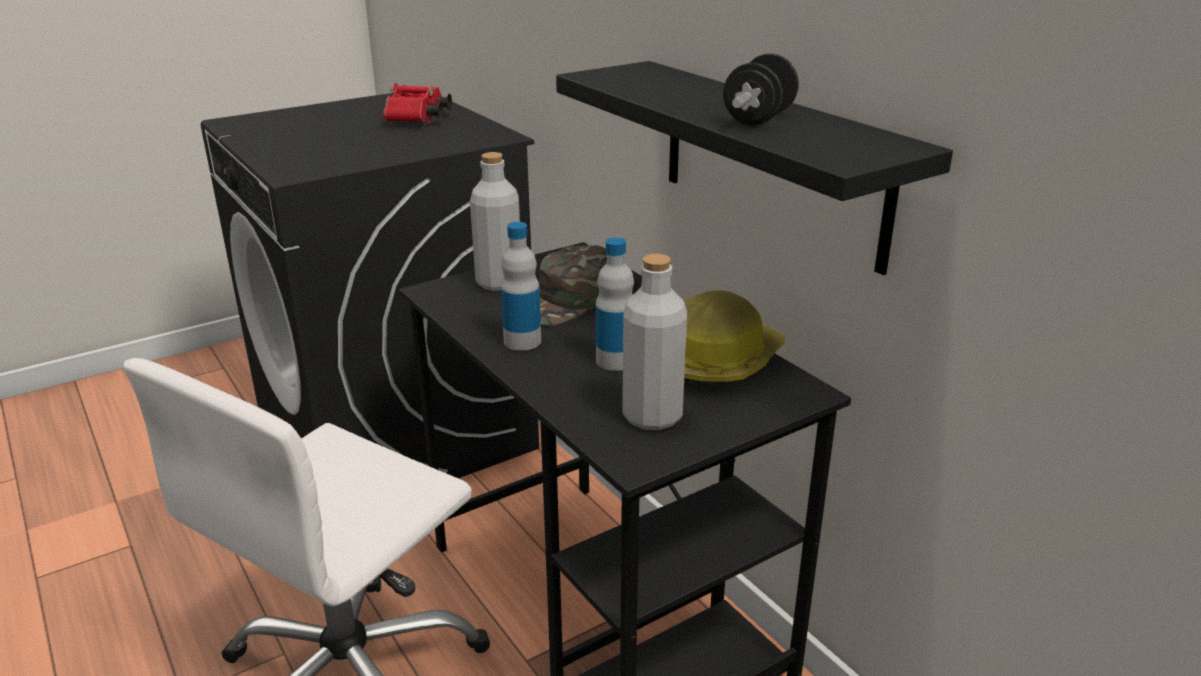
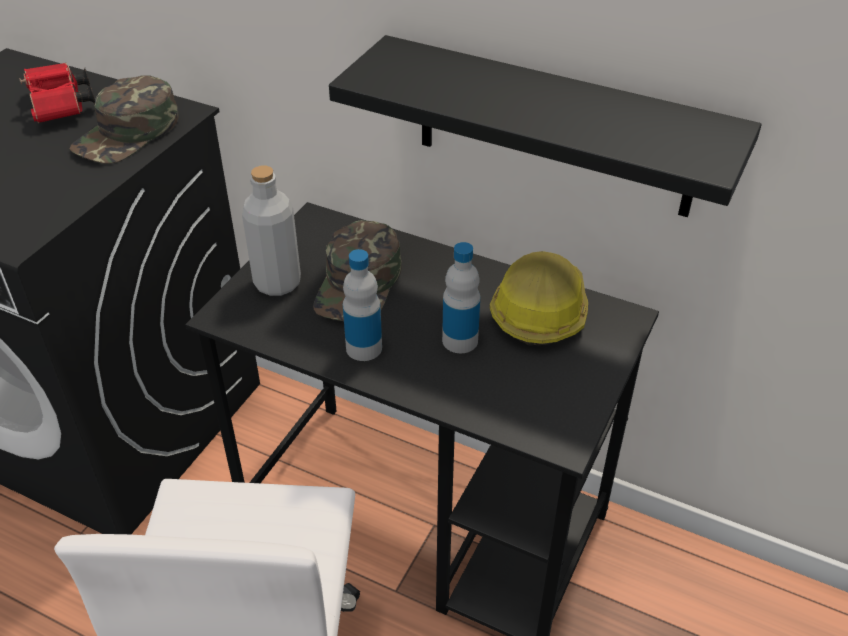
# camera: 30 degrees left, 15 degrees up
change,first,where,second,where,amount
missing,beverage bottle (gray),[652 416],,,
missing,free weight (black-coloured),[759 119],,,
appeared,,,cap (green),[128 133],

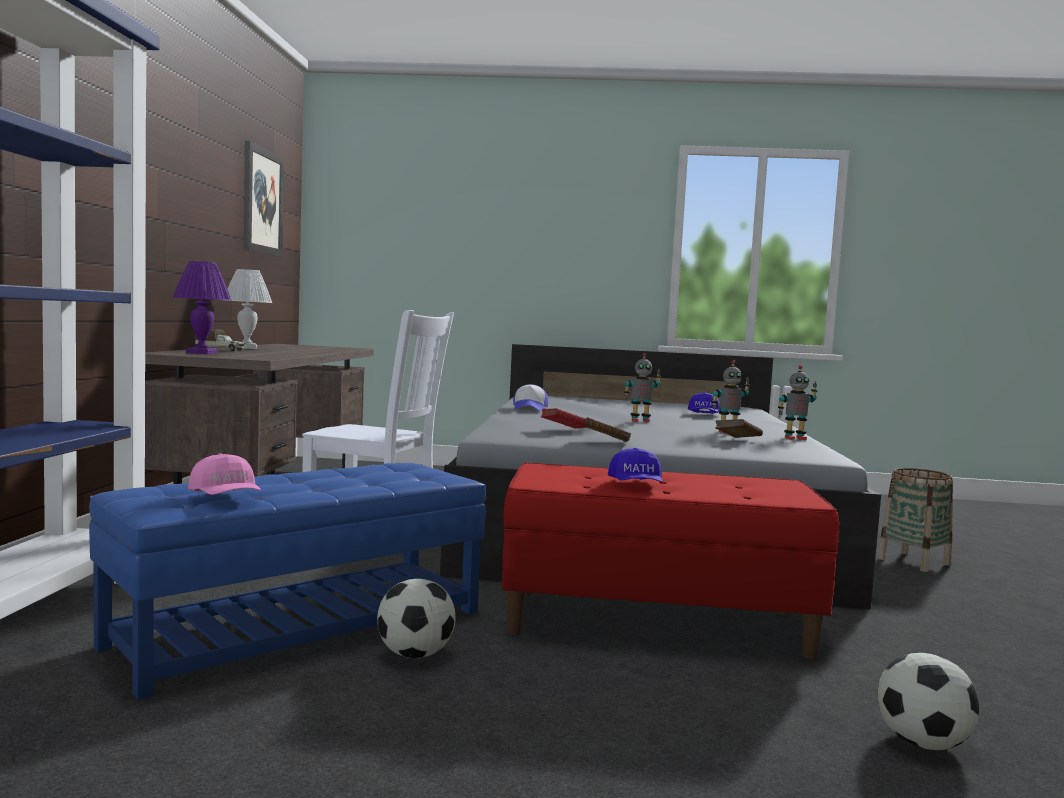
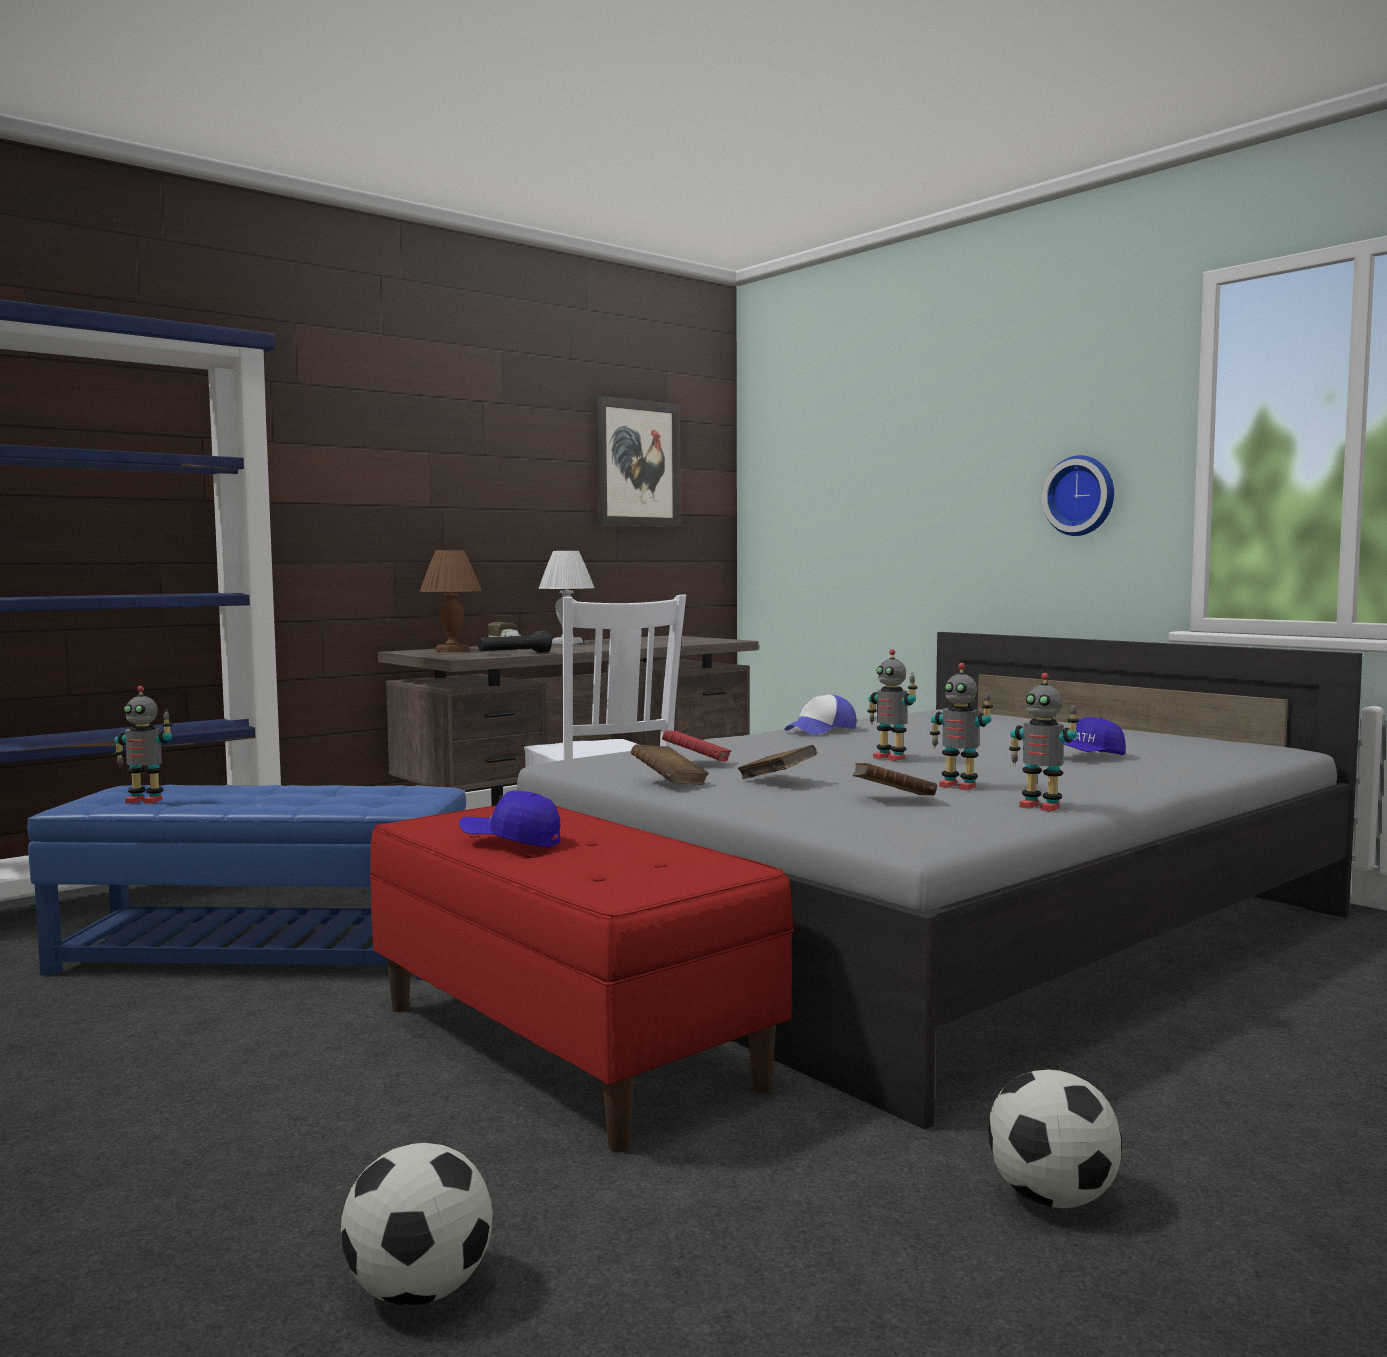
# camera: 45 degrees right, 0 degrees up
change,first,where,second,where,amount
missing,household basket,[914 562],,,
appeared,,,torch (black-coloured),[514 653],
appeared,,,bound book (brownish),[776 780],
appeared,,,clock on the wall,[1081 496],
relocated,ball for football,[415 654],,[1052 1197],
exchanged,cap (pink),[225 497],toy robot,[145 800],
colour,table lamp (purple-coloured),[202 353],table lamp (brownish),[452 651],
spun,cap (bluish),[636 485],,[511 842],60 degrees clockwise

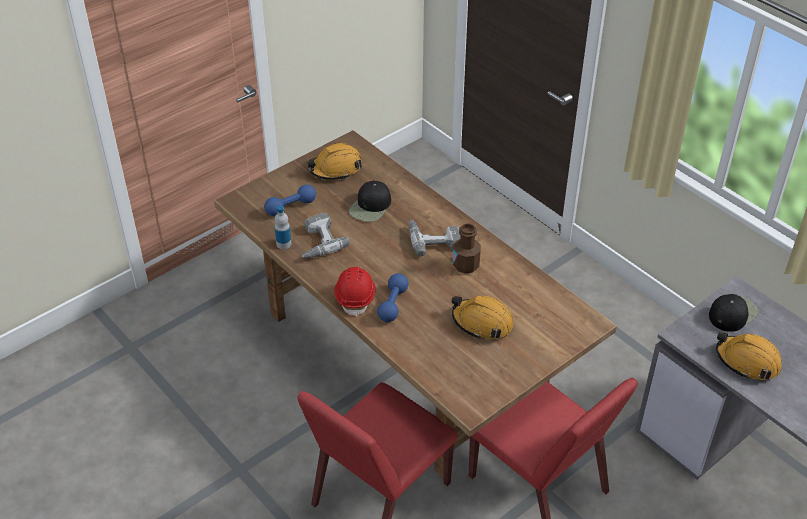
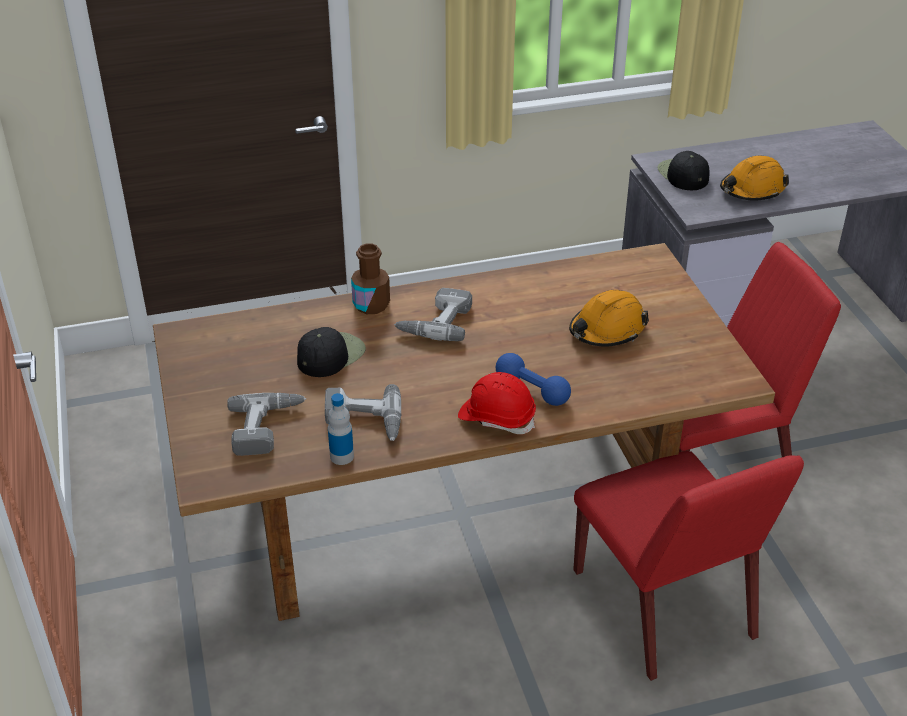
# camera: 65 degrees left, 5 degrees down
change,first,where,second,where,amount
missing,hard hat (orange),[335 168],,,
relocated,beverage bottle (brownish),[466 265],,[371 305],
exchanged,free weight (bluish),[291 207],drill,[267 428],
spun,cap (black-coloured),[370 207],,[330 355],105 degrees counterclockwise

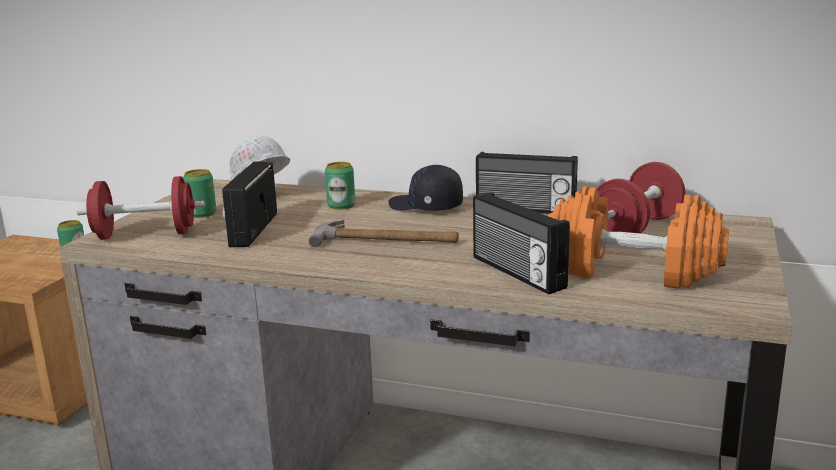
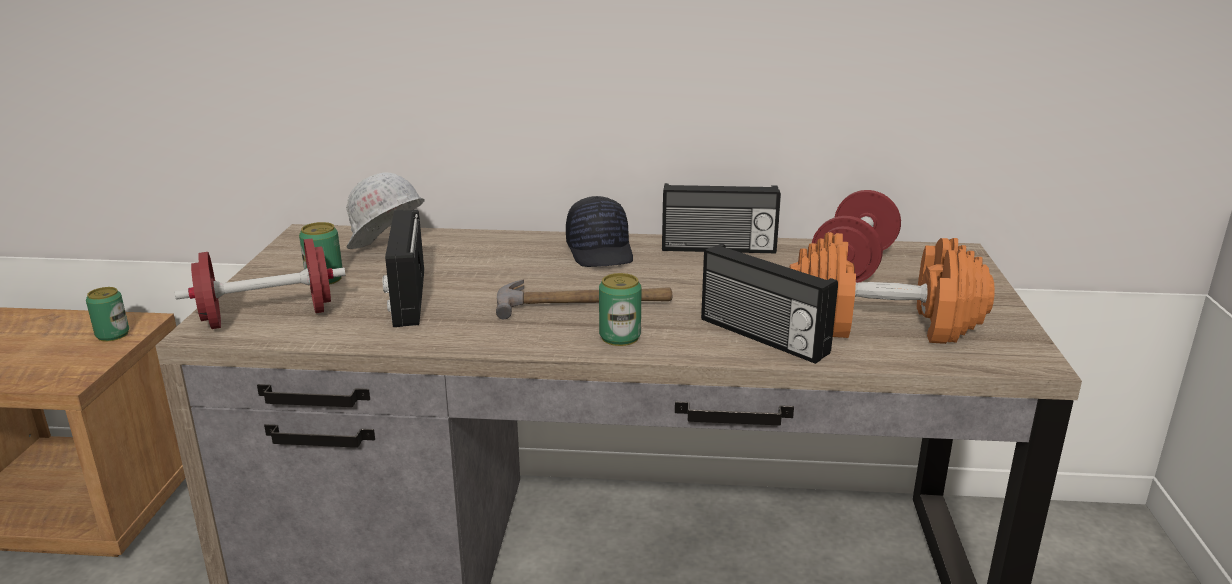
# camera: 15 degrees left, 5 degrees up
change,first,where,second,where,amount
relocated,can,[341 205],,[620 337],
spun,cap (black-coloured),[425 207],,[601 251],120 degrees counterclockwise

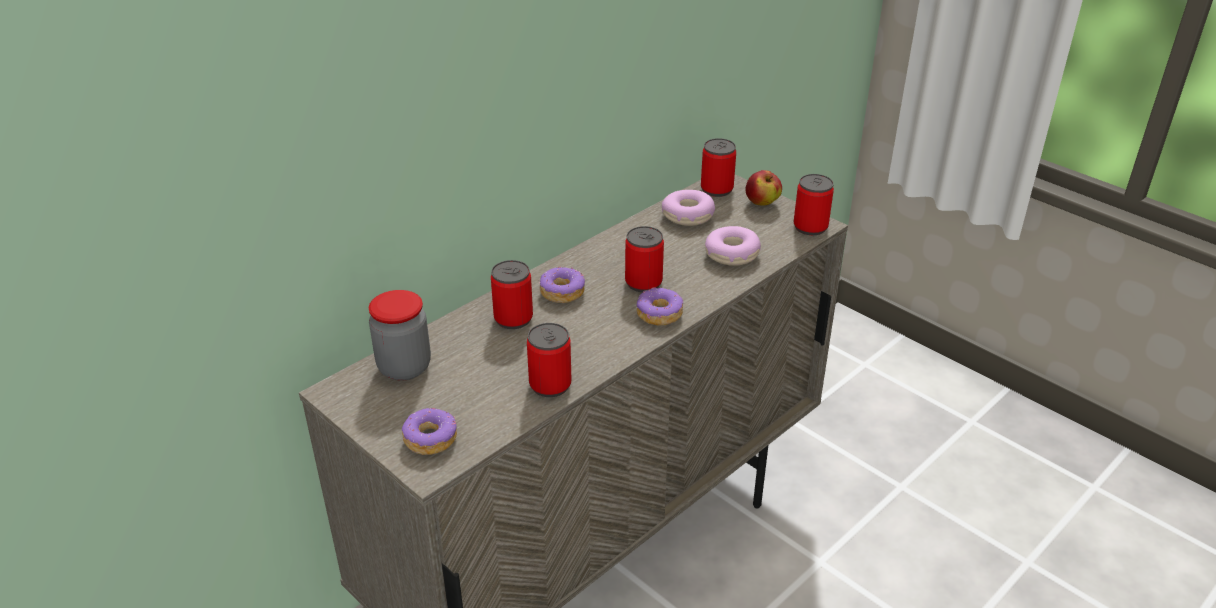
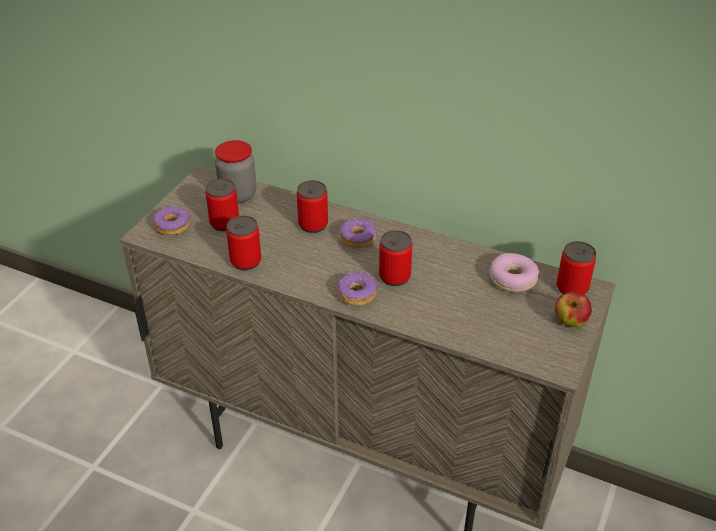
# camera: 70 degrees right, 5 degrees up
change,first,where,second,where,amount
missing,doughnut,[732 254],,,
relocated,can,[810 227],,[224 223],

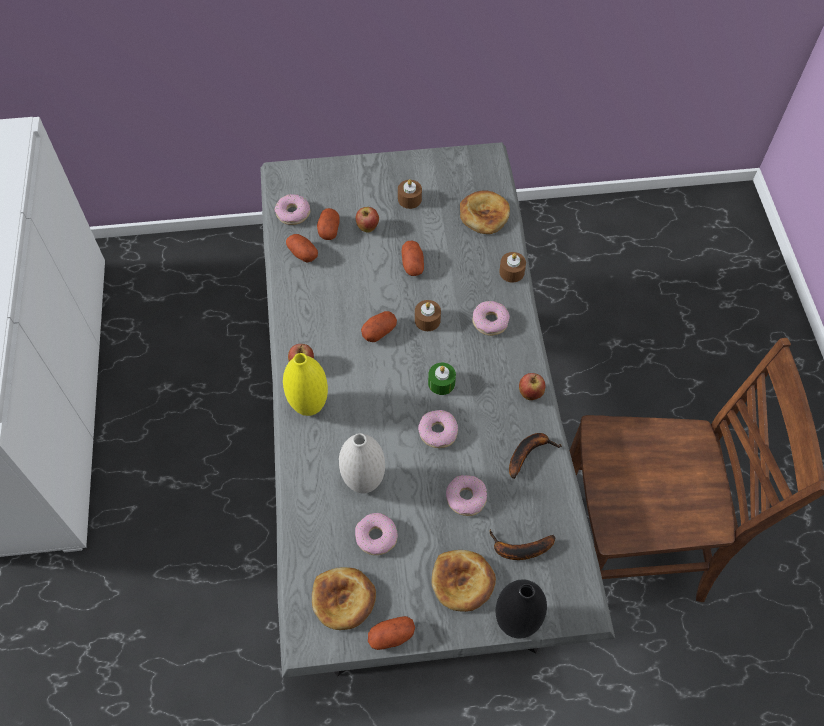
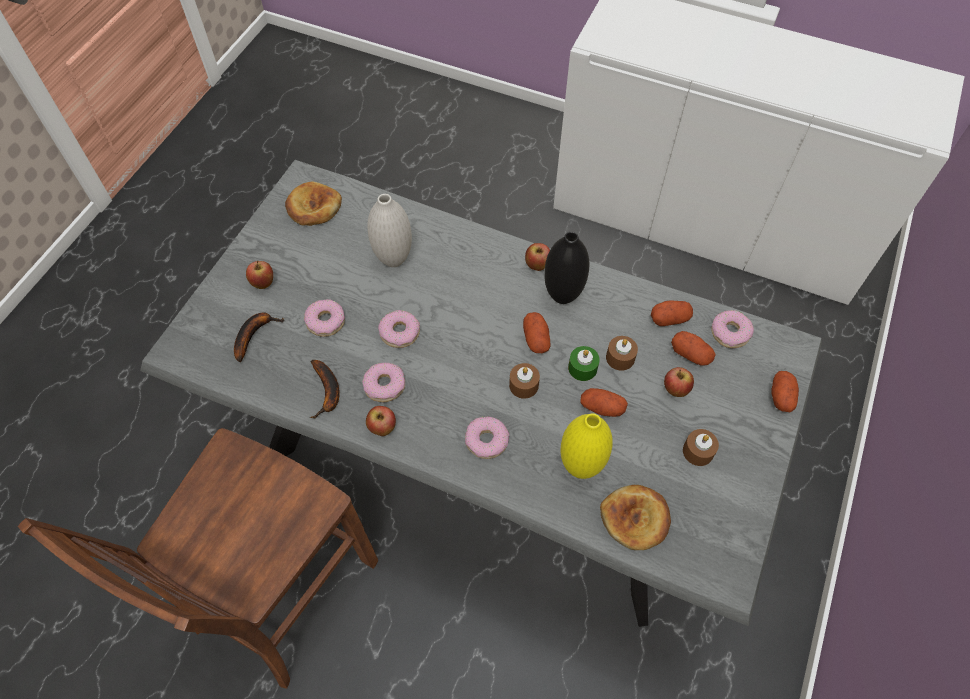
# camera: 120 degrees right, 0 degrees up
change,first,where,second,where,amount
relocated,vase (yellow),[309 406],,[580 466],
relocated,doughnut,[376 536],,[385 385],
relocated,whole potato,[391 636],,[781 396],
relocated,wax candle (green),[441 383],,[582 368],
relocated,vase (black-coloured),[516 623],,[562 296],
relocated,wax candle (brownish),[511 272],,[620 358],
exchanged,bread,[462 581],apple fruit,[263 283],

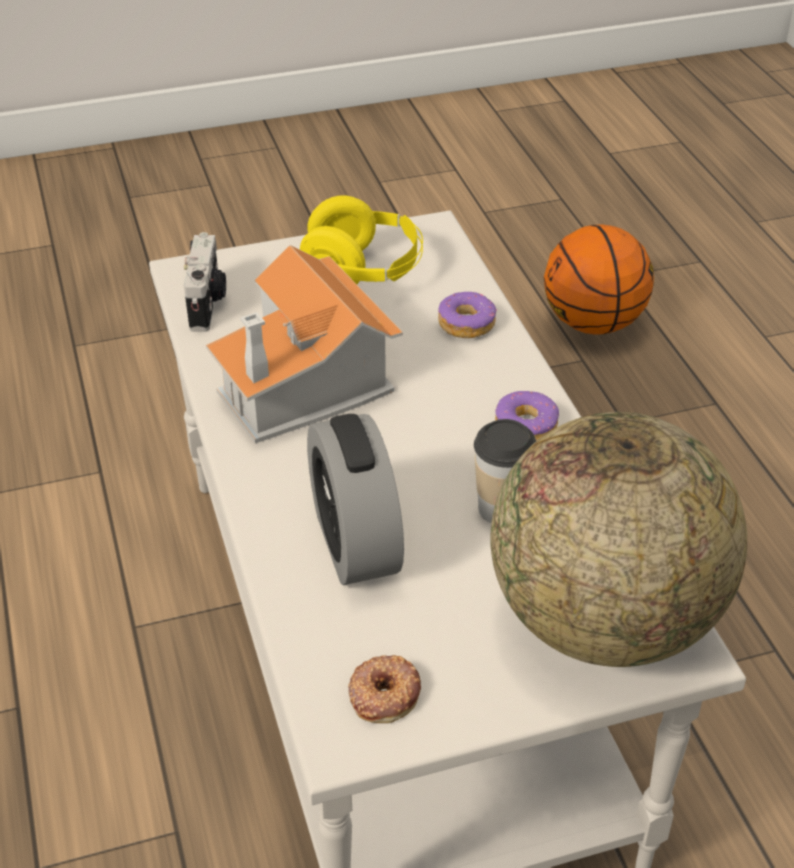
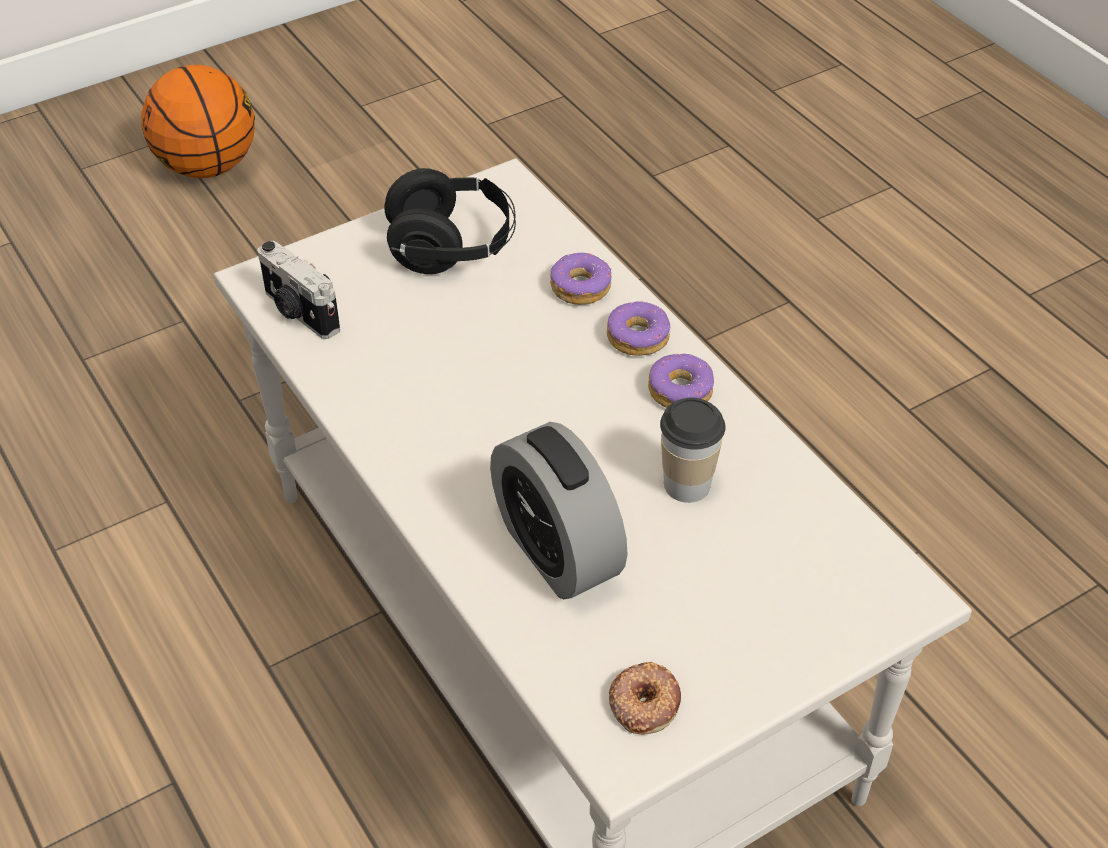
# camera: 15 degrees left, 5 degrees up
change,first,where,second,where,amount
missing,toy house,[306 384],,,
missing,world globe,[604 621],,,
appeared,,,doughnut,[638 337],
relocated,basketball,[592 323],,[207 166],
colour,headphones (yellow),[363 273],headphones (black-coloured),[452 248],
spun,photo camera,[207 304],,[299 313],150 degrees clockwise

